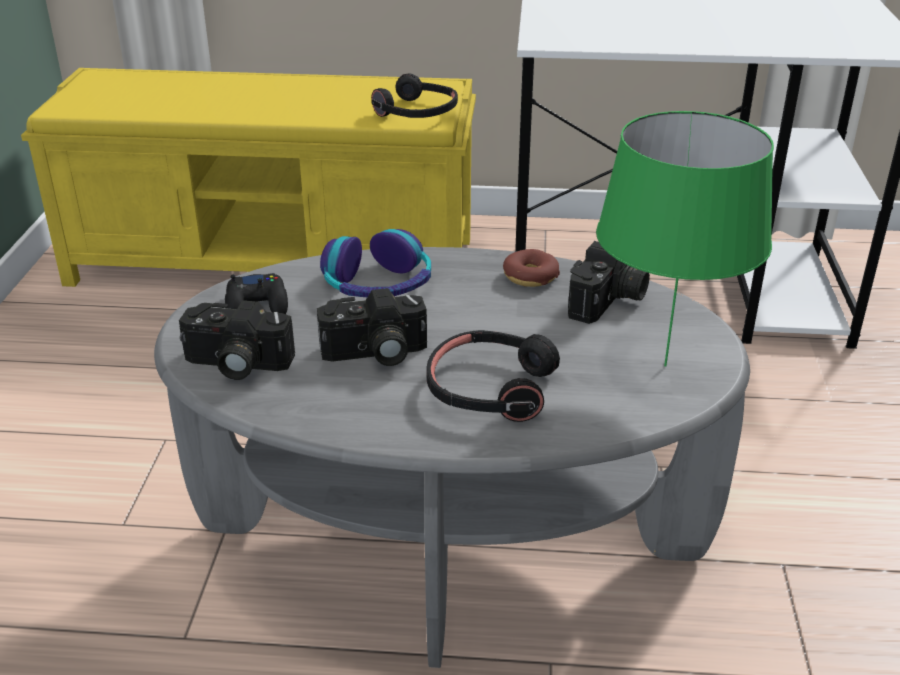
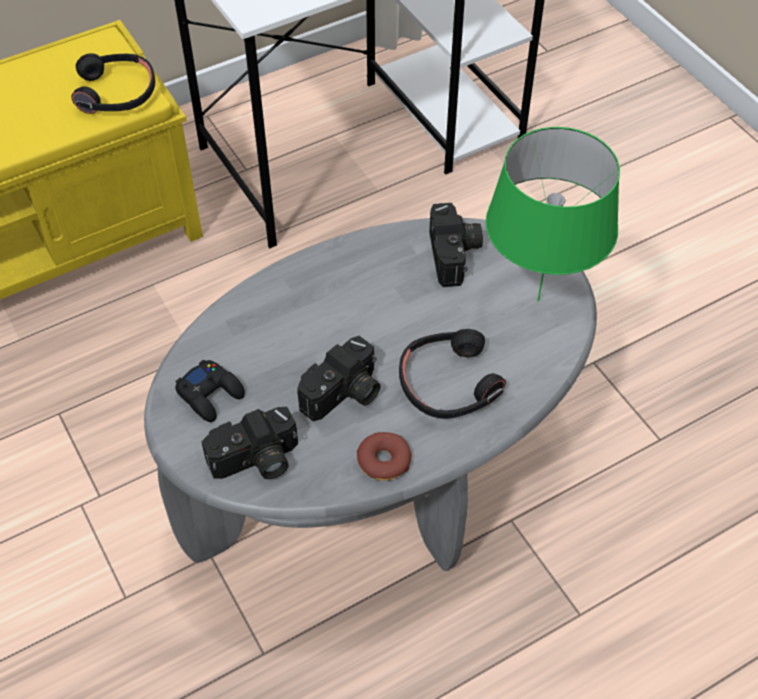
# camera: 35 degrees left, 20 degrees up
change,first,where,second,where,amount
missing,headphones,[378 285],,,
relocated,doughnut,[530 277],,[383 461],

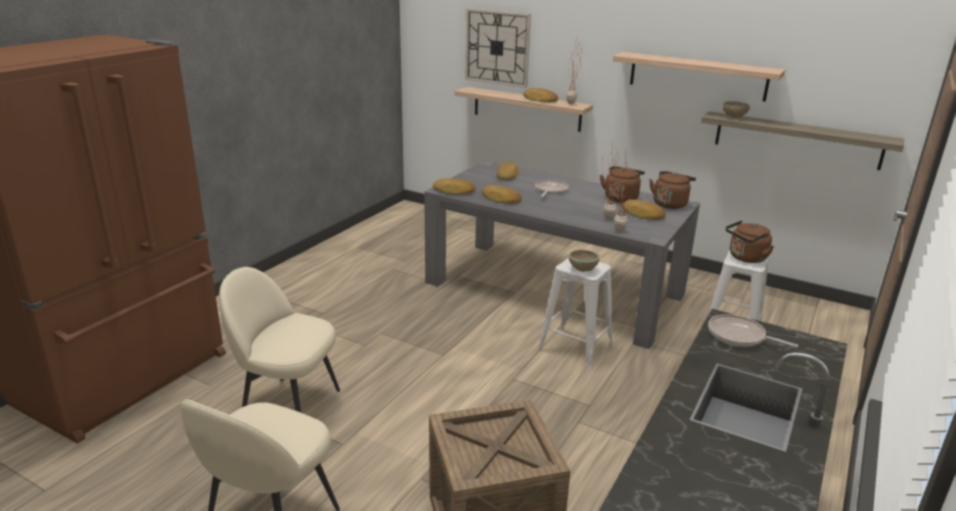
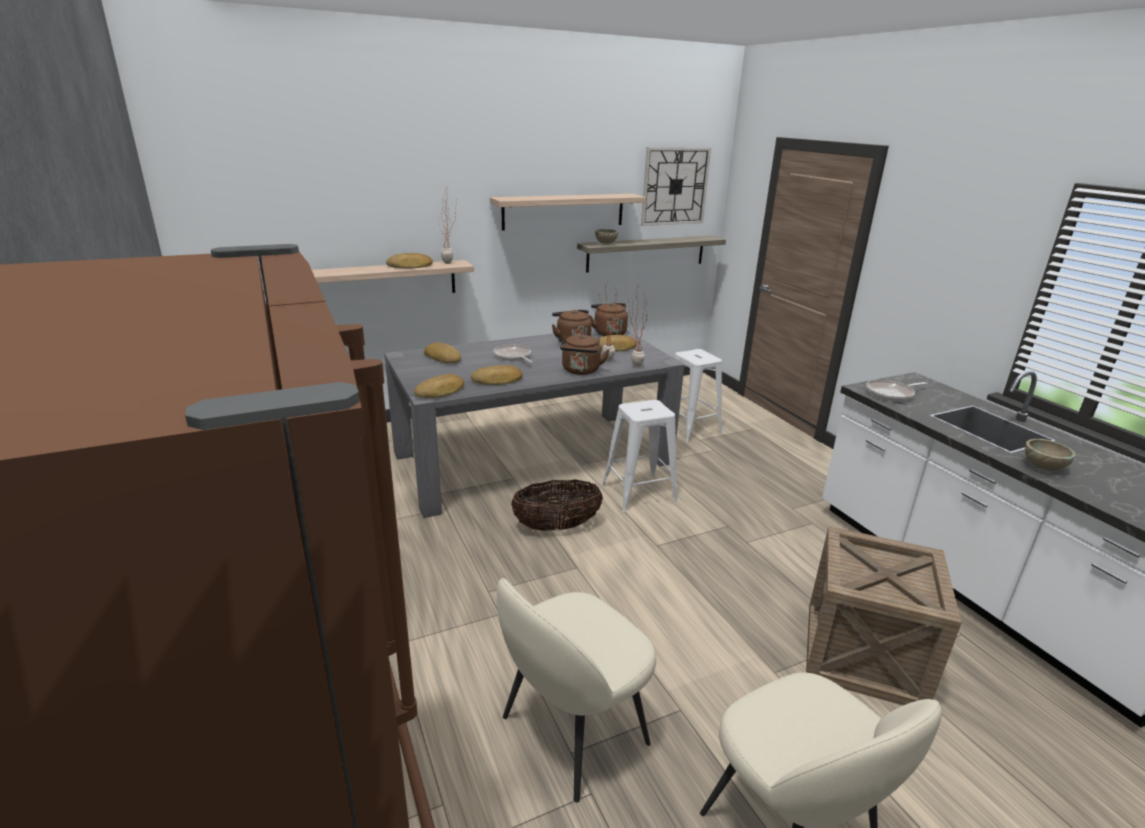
# camera: 55 degrees left, 0 degrees up
change,first,where,second,where,amount
appeared,,,household basket,[556 526],
relocated,clock on the wall,[497 47],,[675 186],
relocated,serving bowl (sand-coloured),[582 269],,[1042 467],
relocated,tea kettle (brownish),[746 258],,[581 371],

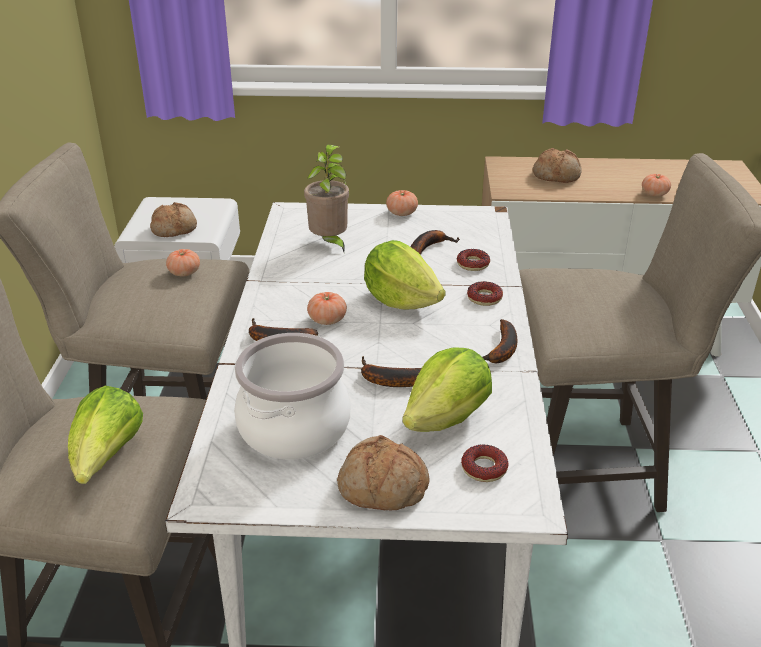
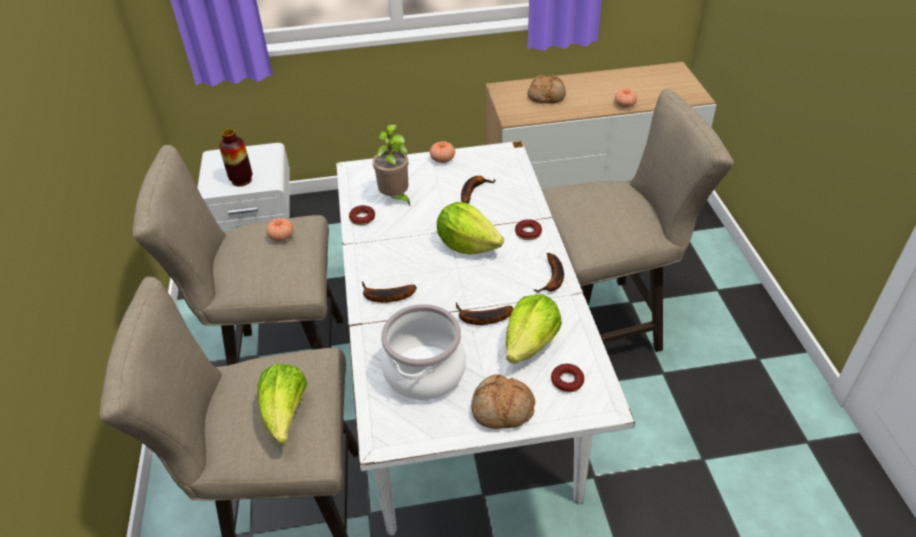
# camera: 10 degrees left, 10 degrees up
change,first,where,second,where,amount
missing,fresh tomato,[327 320],,,
relocated,doughnut,[473 264],,[362 218],
exchanged,bread,[174 228],vase,[241 180],

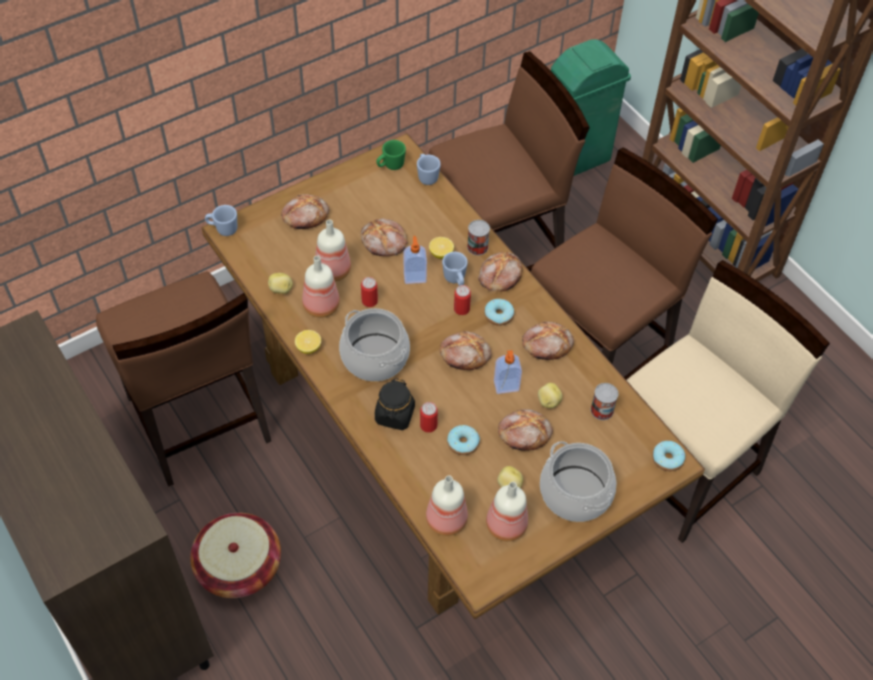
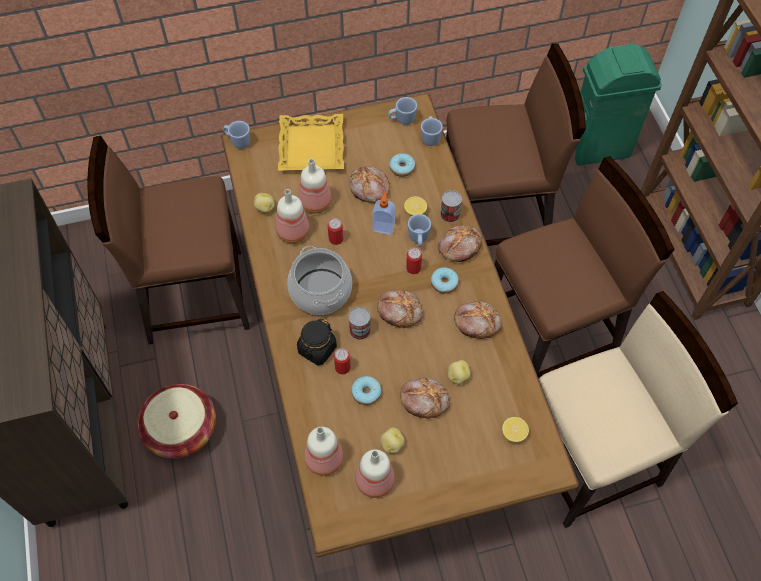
# camera: 20 degrees right, 5 degrees up
change,first,where,second,where,amount
missing,liquid soap bottle,[506 387],,,
missing,saucepot,[575 493],,,
relocated,citrus fruit,[308 347],,[513 433],
relocated,can,[602 410],,[360 330],
relocated,doughnut,[667 459],,[402 168],
exchanged,bread,[305 216],serving tray (yellow),[311 147],
colour,mug (green),[390 166],mug (bluish),[402 120],
spun,upright chair (brownish),[198 421],,[194 295],90 degrees clockwise

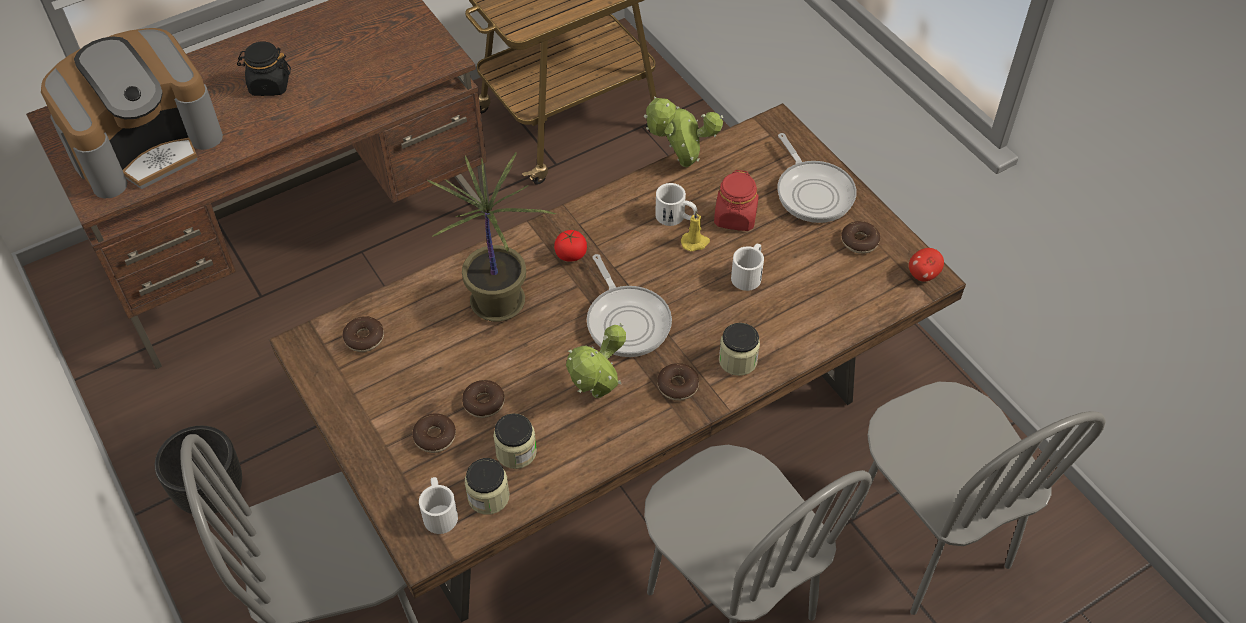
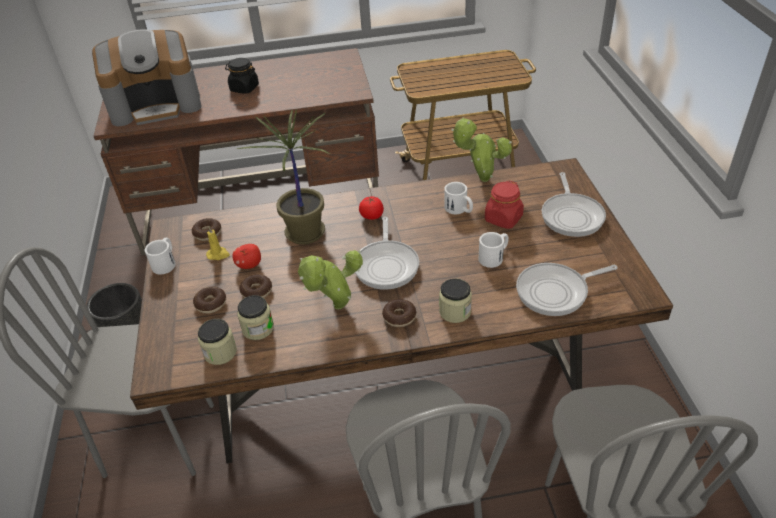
# camera: 25 degrees right, 10 degrees down
change,first,where,second,where,amount
missing,doughnut,[859 241],,,
appeared,,,skillet,[556 292],
relocated,mug (white-coloured),[439 511],,[166 262],
relocated,wax candle (yellow),[695 242],,[218 254],
relocated,apple fruit,[923 274],,[249 265],

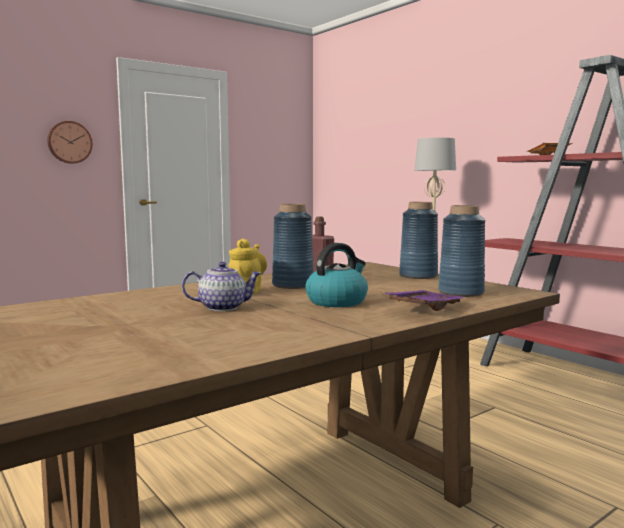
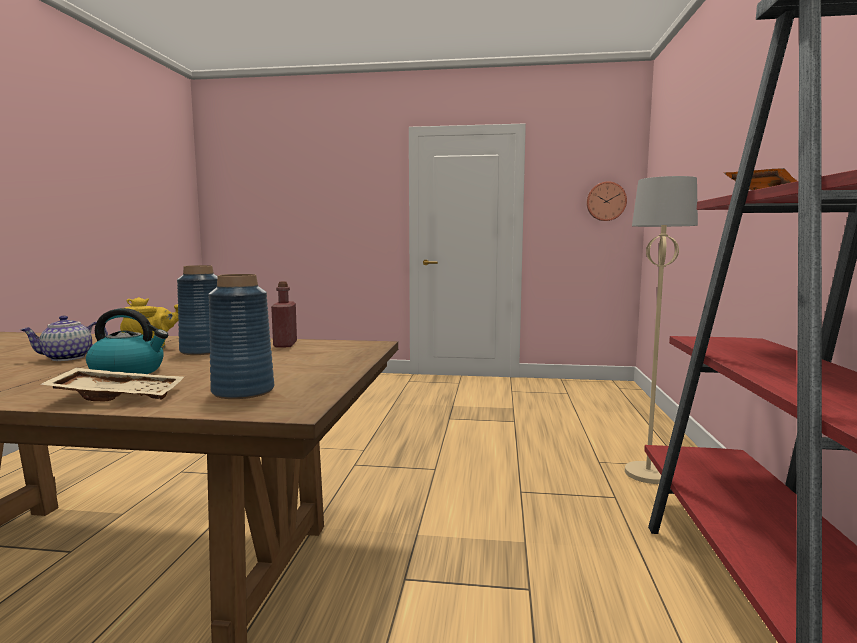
# camera: 45 degrees right, 0 degrees up
change,first,where,second,where,amount
missing,vase (bluish),[418 276],,,
relocated,clock on the wall,[69 142],,[605 201],
colour,serving tray (purple-coloured),[423 308],serving tray (sand-coloured),[119 396],
spun,teapot,[223 307],,[67 358],120 degrees clockwise

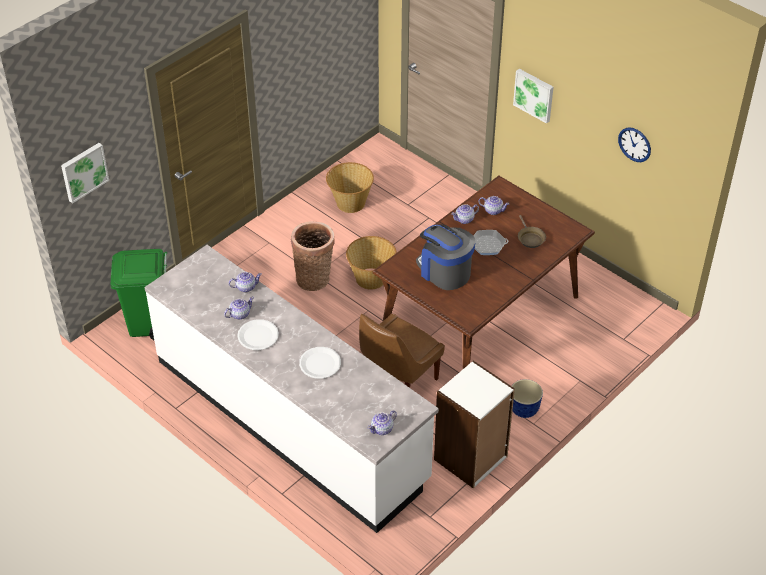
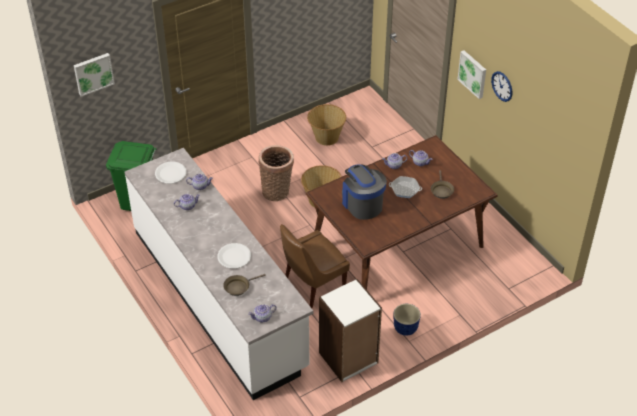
# camera: 15 degrees right, 0 degrees up
change,first,where,second,where,amount
appeared,,,skillet (brownish),[238 287],
relocated,dinner plate (white-coloured),[258 336],,[170 173],
relocated,clock on the wall,[634 144],,[502 86],

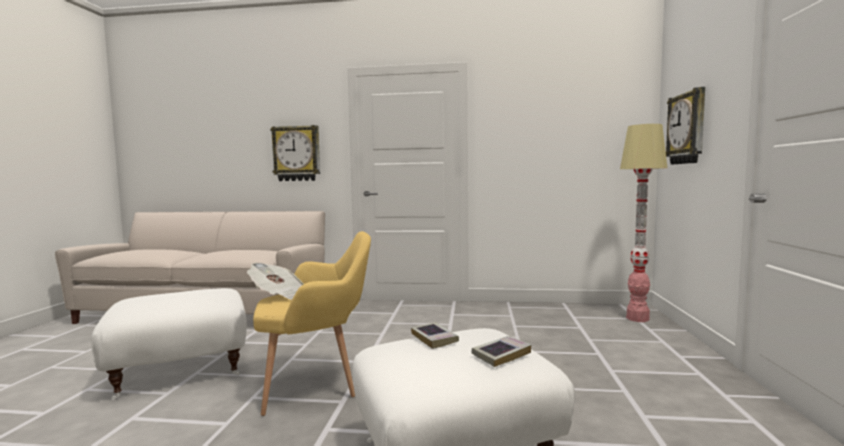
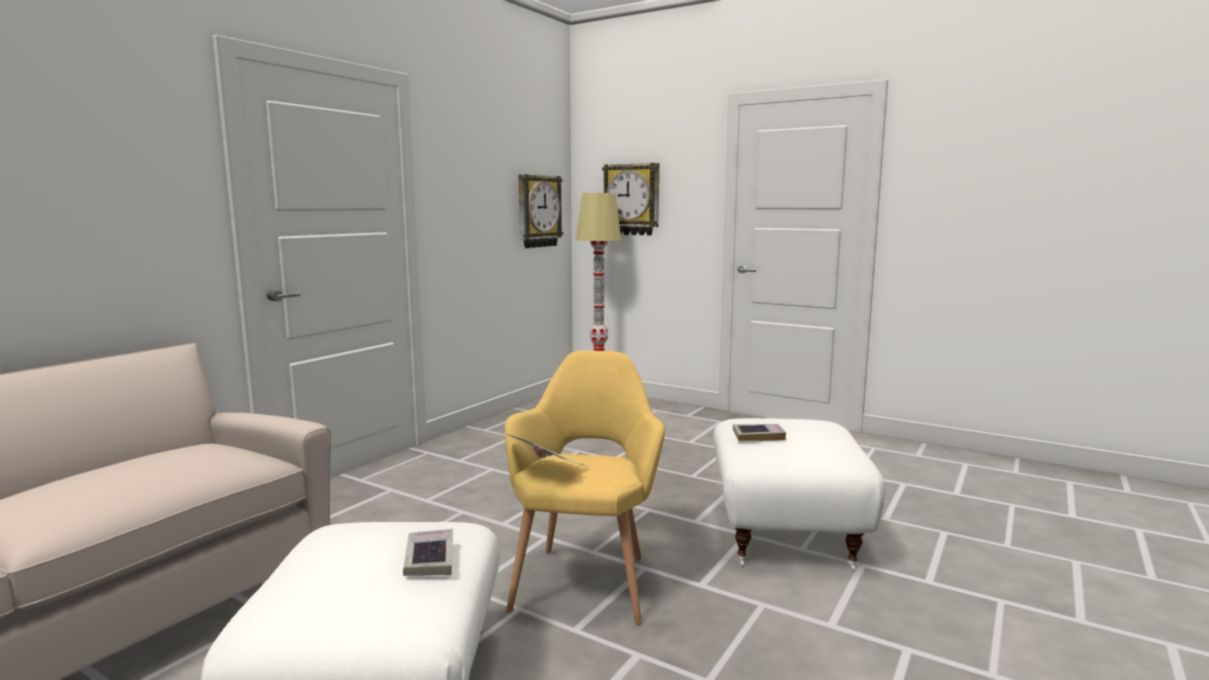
# camera: 65 degrees left, 5 degrees up
change,first,where,second,where,amount
relocated,clock on the wall,[296 153],,[538 211],
relocated,bound book,[501 355],,[429 559],

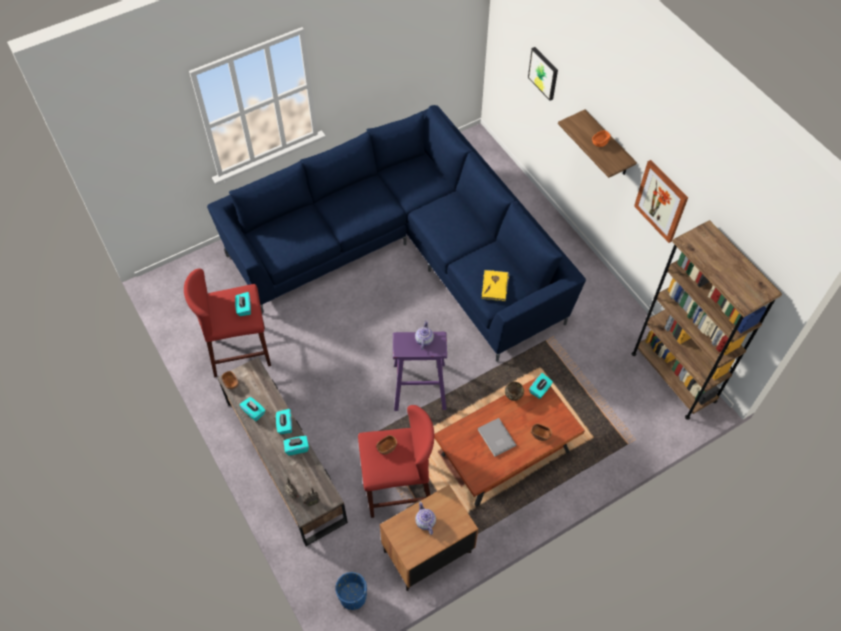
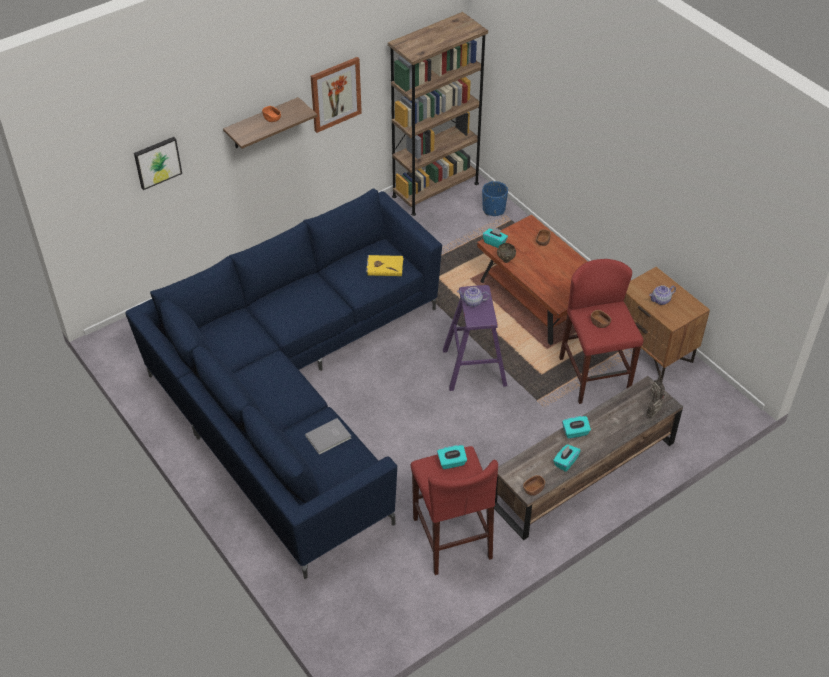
# camera: 95 degrees left, 10 degrees down
change,first,where,second,where,amount
missing,tissue box (blue-green),[297 448],,,
relocated,flower pot (bluish),[353 596],,[493 209],
relocated,bound book (gray),[496 438],,[329 437],

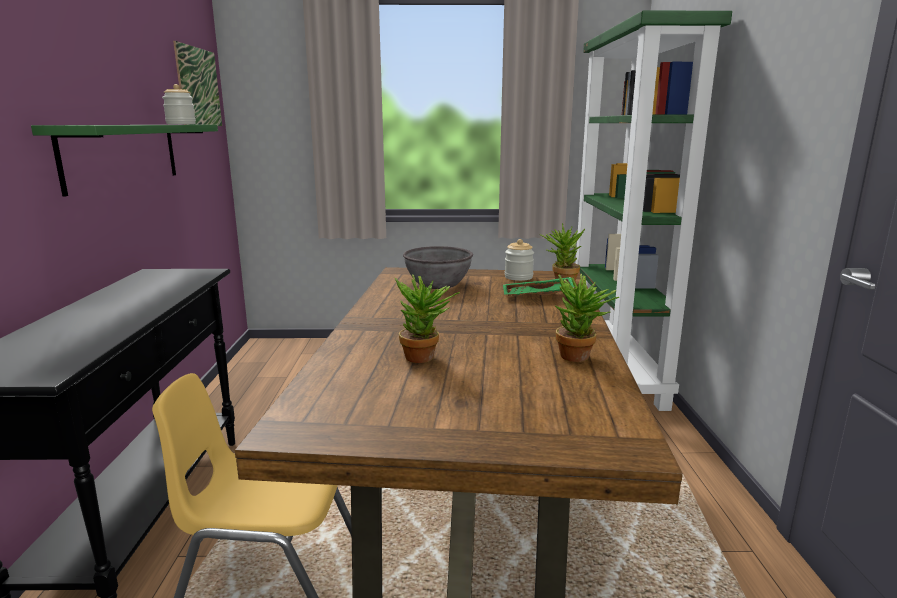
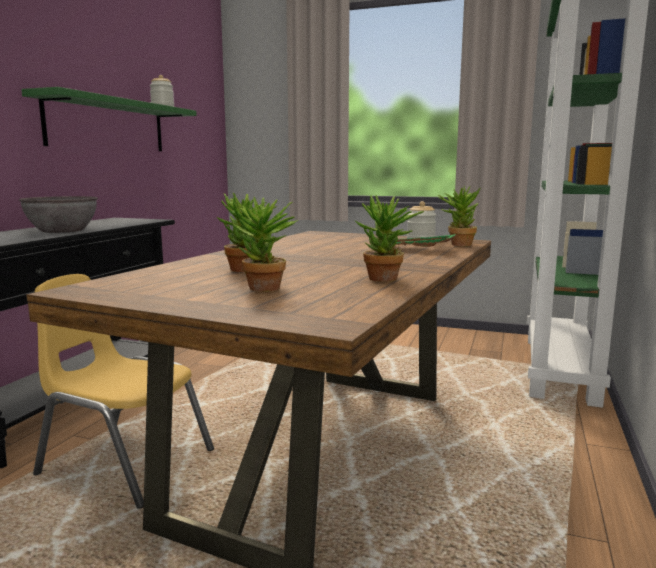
# camera: 20 degrees right, 5 degrees down
change,first,where,second,where,amount
missing,wall picture,[199 87],,,
appeared,,,plant in a pot,[264 290],
relocated,serving bowl (gray),[438 284],,[62 230],

